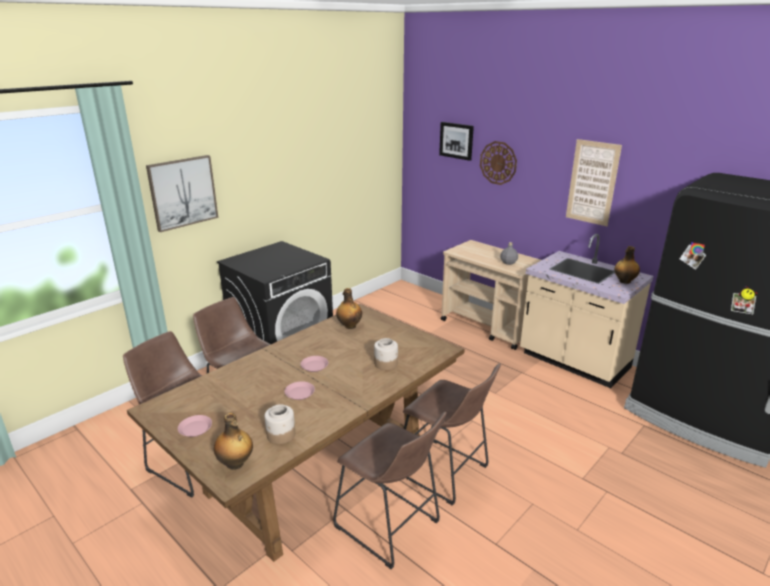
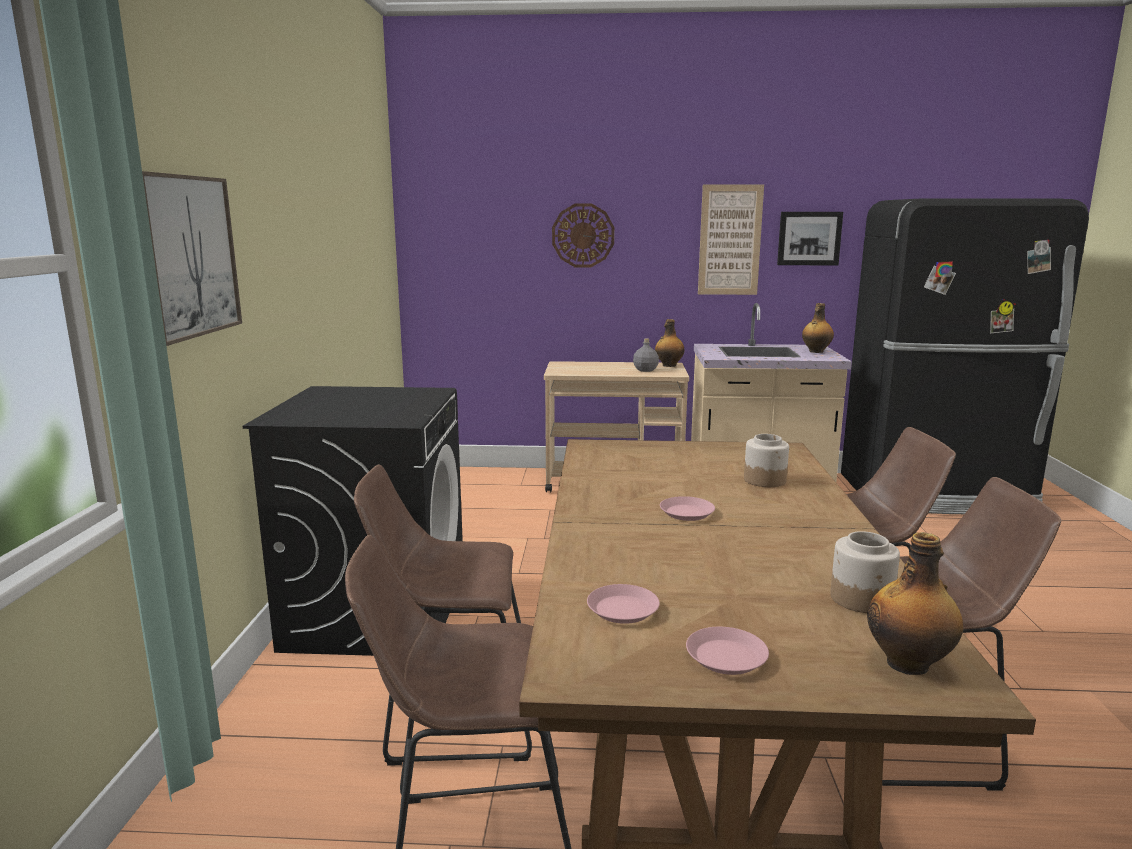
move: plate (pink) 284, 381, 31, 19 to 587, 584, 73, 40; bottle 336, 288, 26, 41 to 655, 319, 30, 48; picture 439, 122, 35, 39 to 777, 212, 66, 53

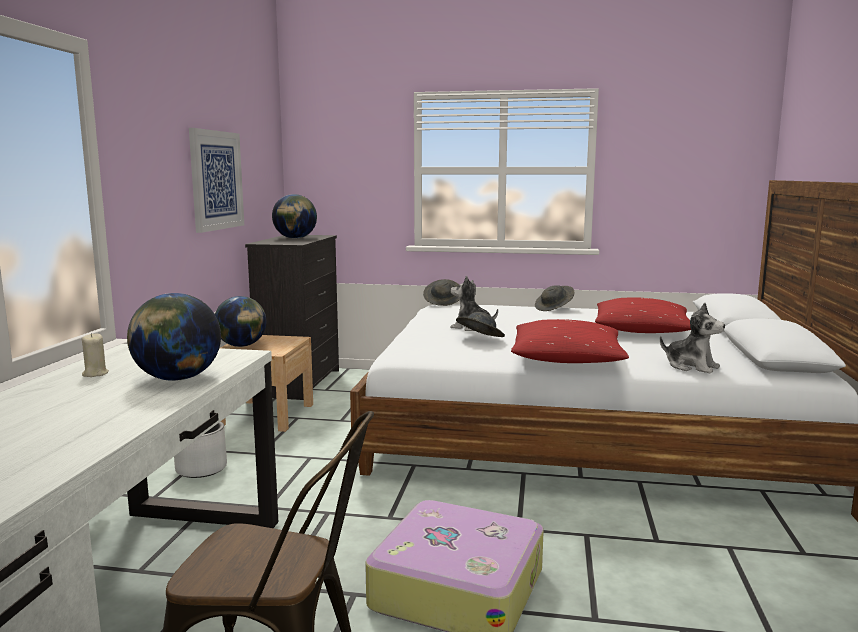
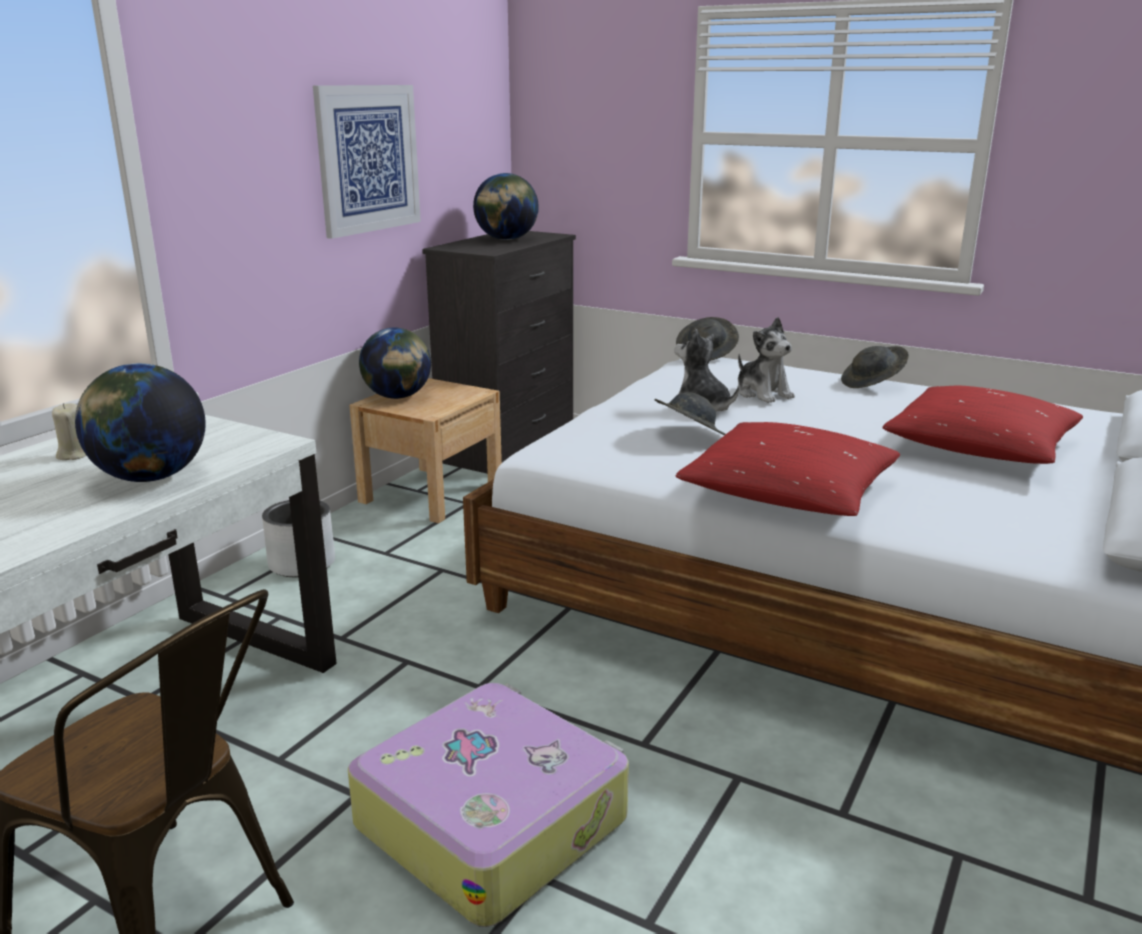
move: plush toy 660, 303, 65, 70 to 738, 317, 57, 86

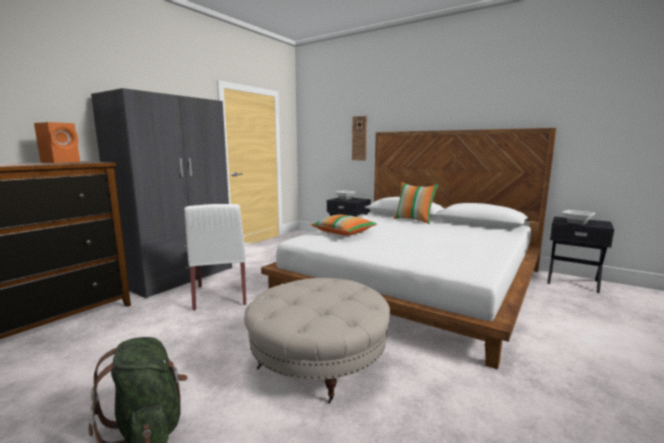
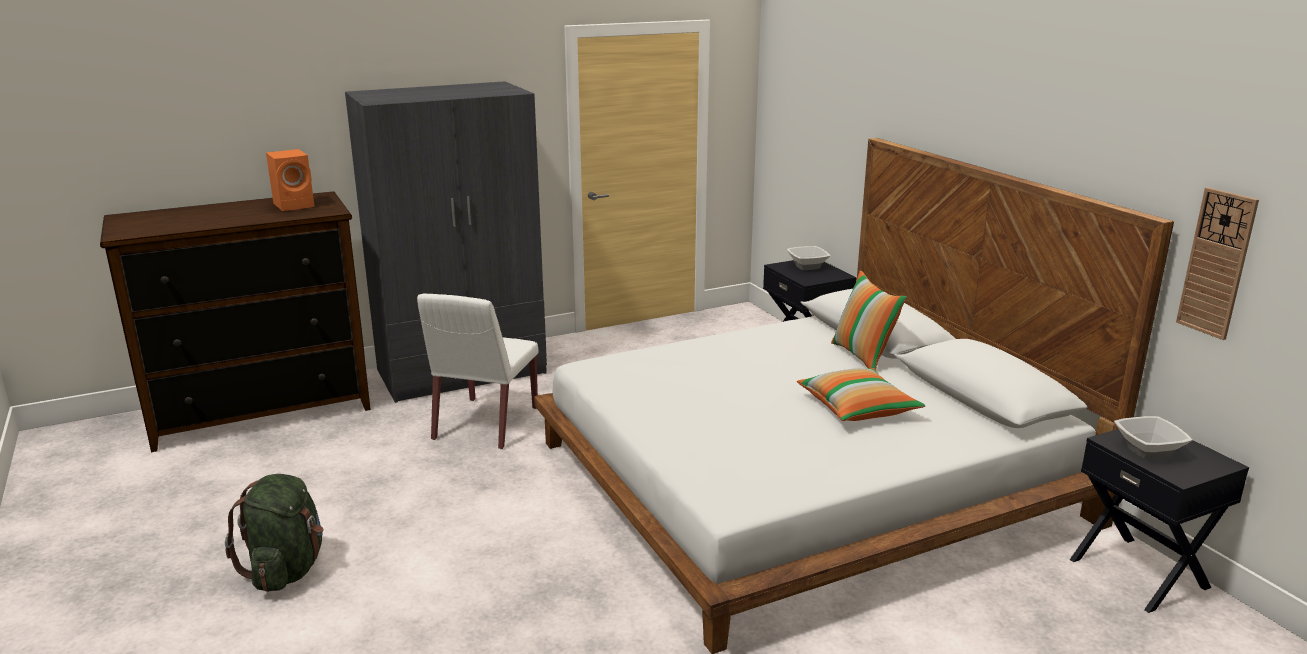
delete: ottoman (beige) 244, 278, 146, 126
move: pillow 311, 214, 66, 22 to 797, 368, 128, 53; wall clock 352, 116, 15, 45 to 1176, 187, 83, 153

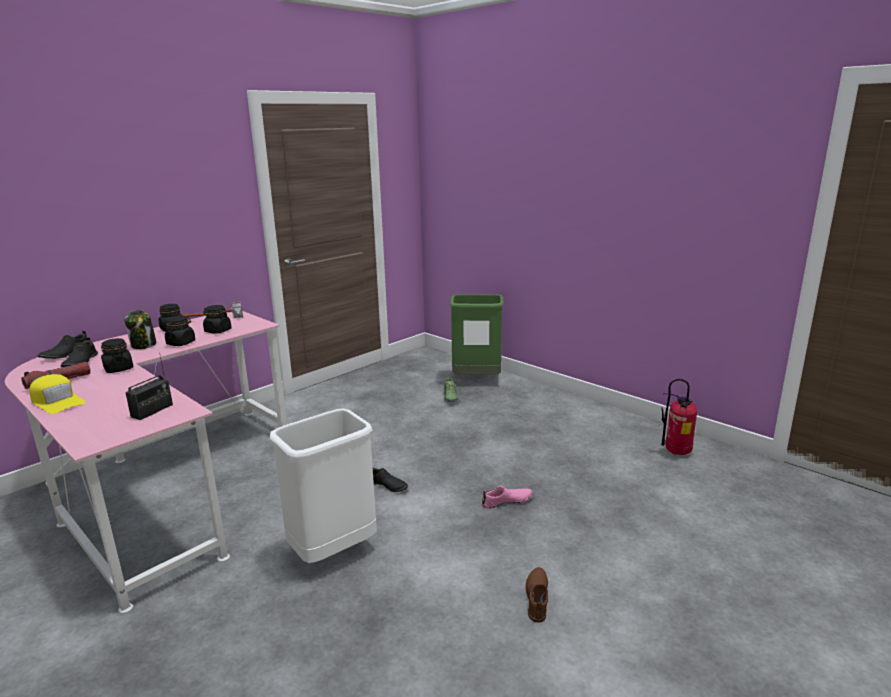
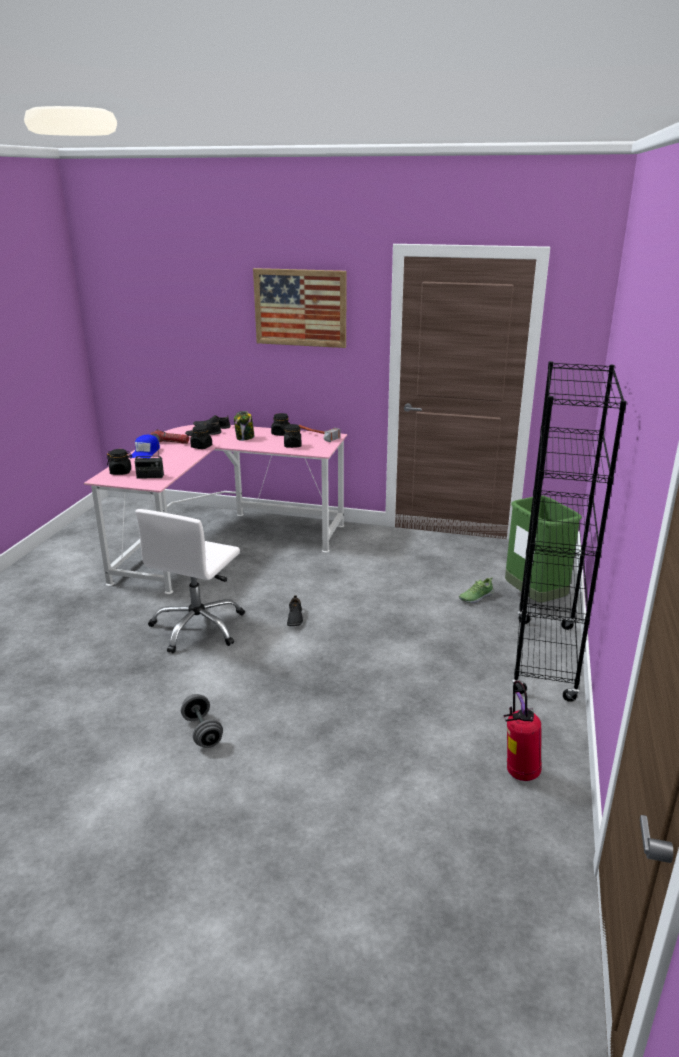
delete: shoe (pink) 481, 485, 52, 24
insert: picture 253, 268, 93, 80; bookcase (black) 512, 361, 115, 341
move: jar (black) 165, 316, 30, 30 to 107, 449, 25, 26
replace: trash can (white) 270, 409, 107, 154 to office chair (white) 135, 509, 110, 144; shoe (brown) 525, 567, 23, 55 to dumbbell (grey) 181, 694, 42, 54
recolor: cap (yellow) 29, 374, 57, 40 to cap (blue) 131, 435, 29, 23

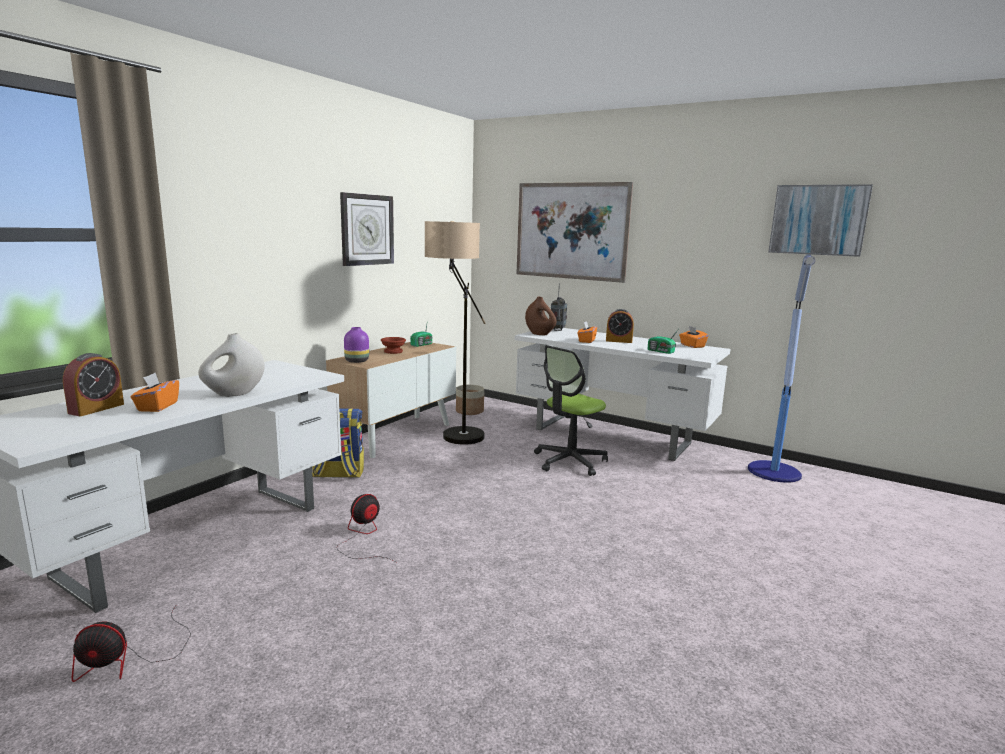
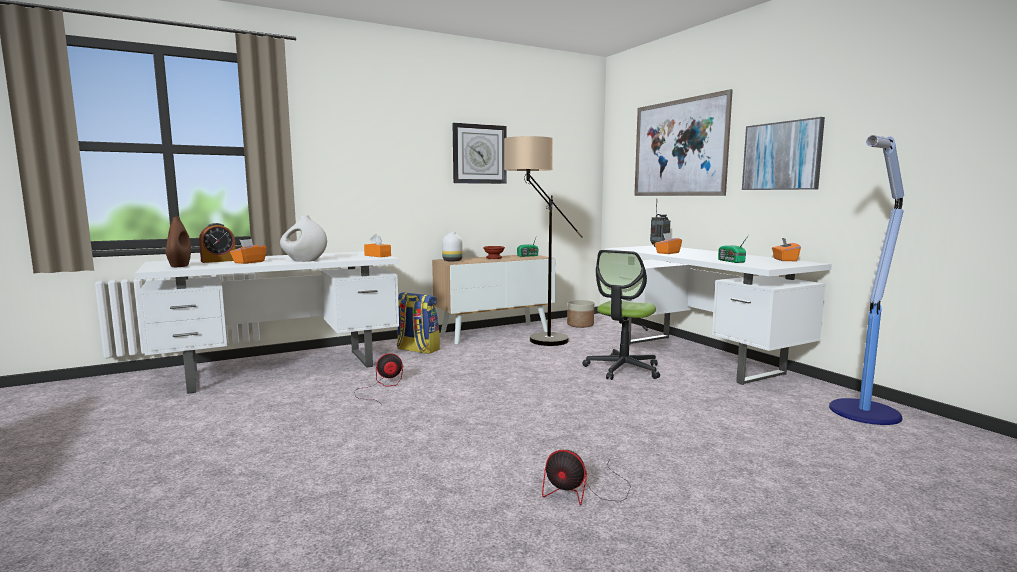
delete: alarm clock 606, 309, 28, 34
insert: tissue box (orange) 364, 234, 27, 23
move: fan 72, 606, 119, 76 to 542, 450, 89, 55; vase (brown) 525, 297, 32, 38 to 166, 217, 25, 50; picture 768, 184, 105, 73 to 742, 117, 83, 73
recolor: vase (purple) 344, 327, 25, 36 to vase (white) 442, 232, 21, 30
rotate: office chair 534, 345, 74, 131 = 582, 250, 78, 130 45 degrees counterclockwise

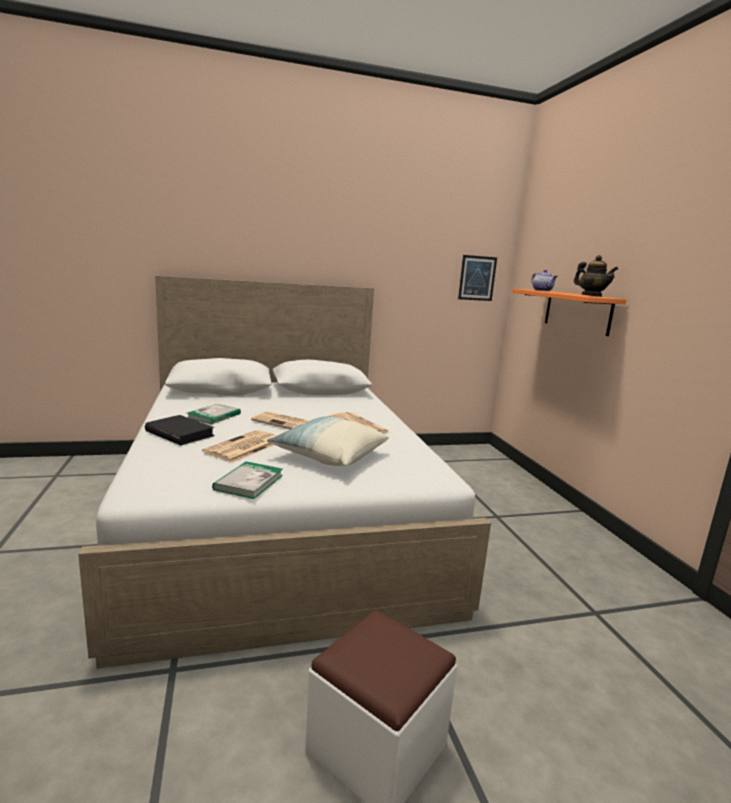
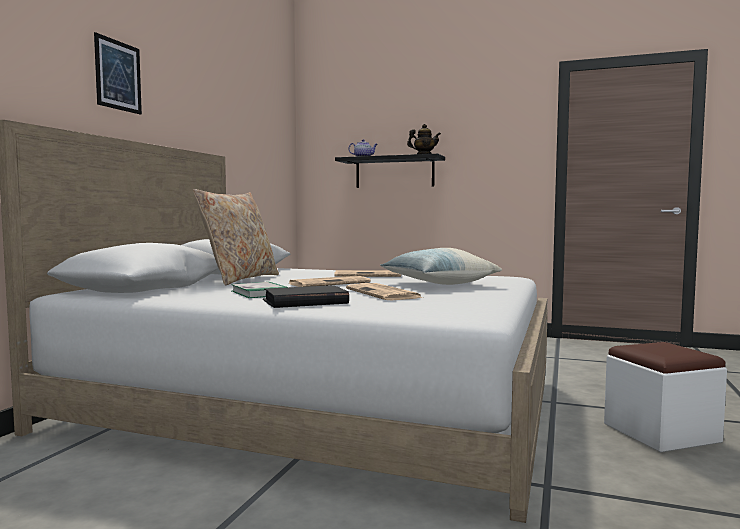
delete: book 212, 462, 71, 37
insert: pillow (beige) 193, 189, 86, 96
move: picture 458, 255, 39, 46 to 94, 32, 48, 83
recolor: shelf (orange) 512, 289, 114, 47 to shelf (black) 335, 154, 110, 34

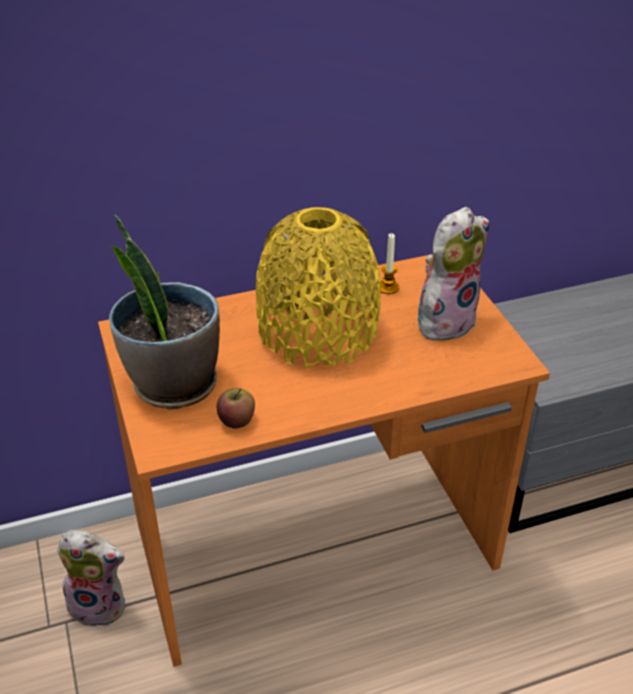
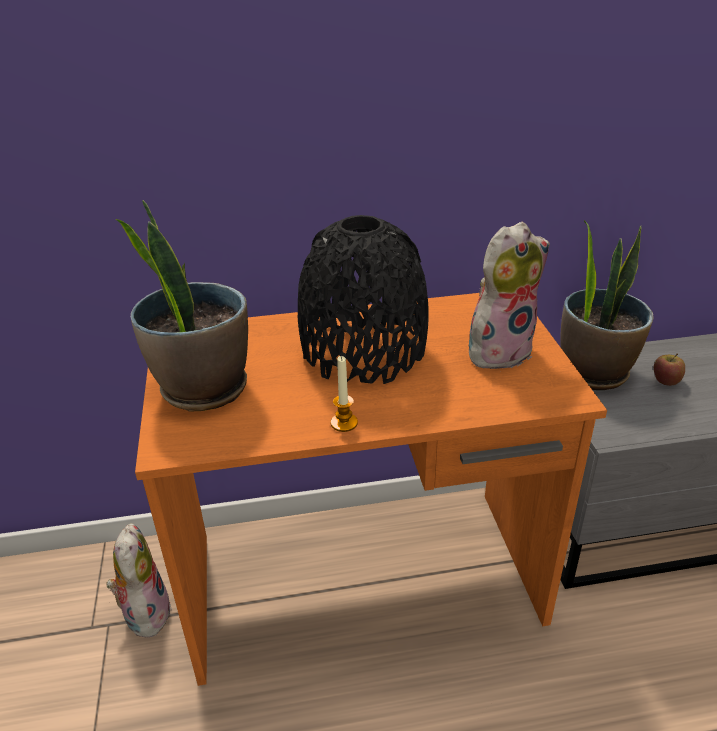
insert: potted plant 560, 220, 93, 170
move: apple 217, 388, 38, 41 to 654, 354, 31, 32; candle 380, 233, 19, 61 to 331, 356, 27, 76
recolor: vase (yellow) 255, 207, 126, 161 to vase (black) 298, 215, 131, 169
rotate: plush toy 57, 530, 68, 97 = 106, 523, 66, 115 120 degrees counterclockwise

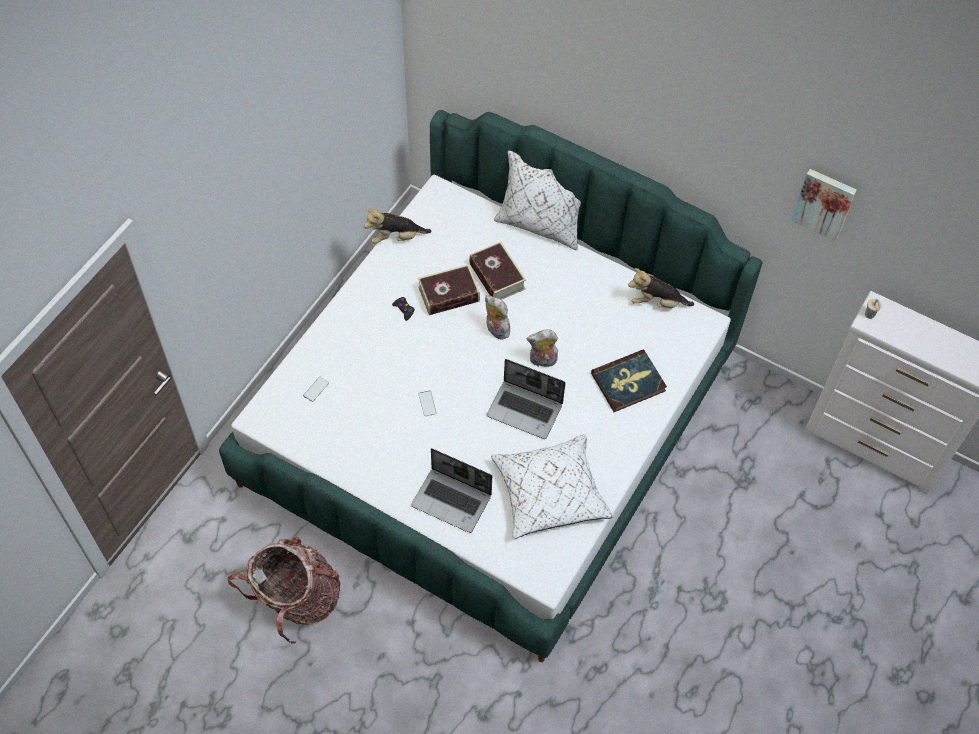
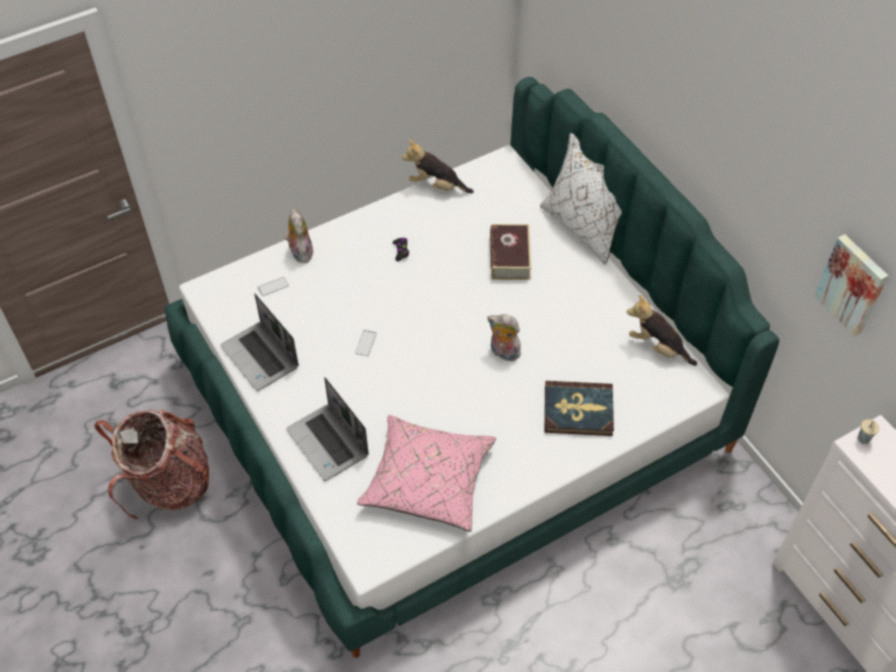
delete: book 418, 264, 62, 51
move: plush toy 485, 295, 26, 45 to 285, 209, 28, 54; laptop 487, 359, 79, 80 to 220, 294, 79, 97
recolor: pillow (white) 491, 434, 123, 105 to pillow (pink) 357, 415, 139, 117

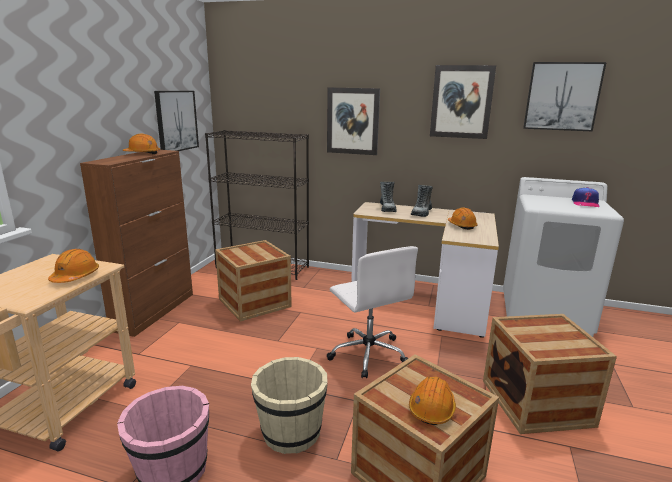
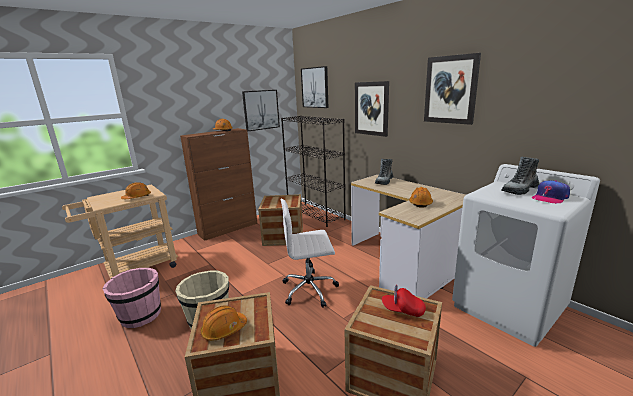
insert: cap (red) 382, 285, 44, 32
move: boot 411, 185, 22, 32 to 501, 156, 38, 39; picture 523, 62, 84, 69 to 301, 66, 27, 42
rotate: office chair (white) 327, 246, 91, 132 = 281, 199, 58, 109 75 degrees clockwise

